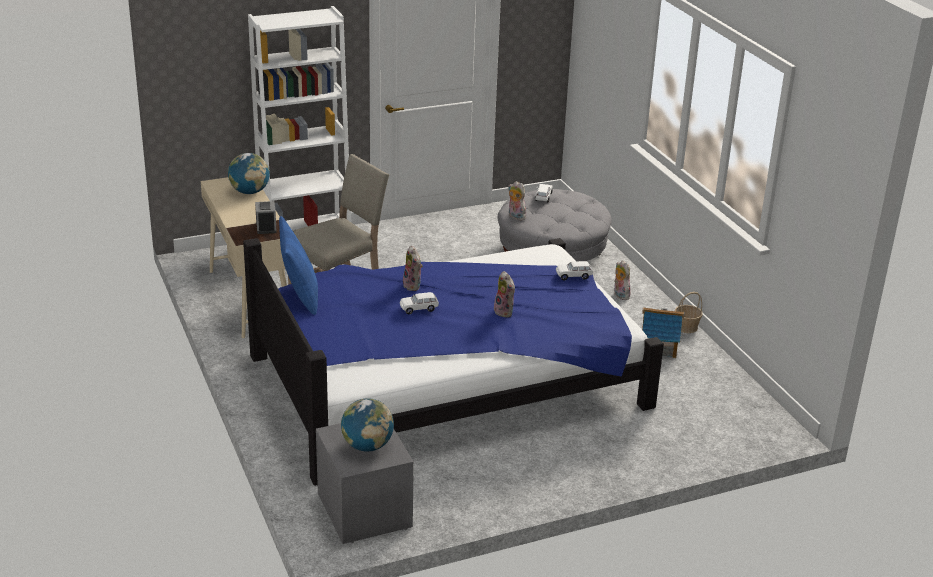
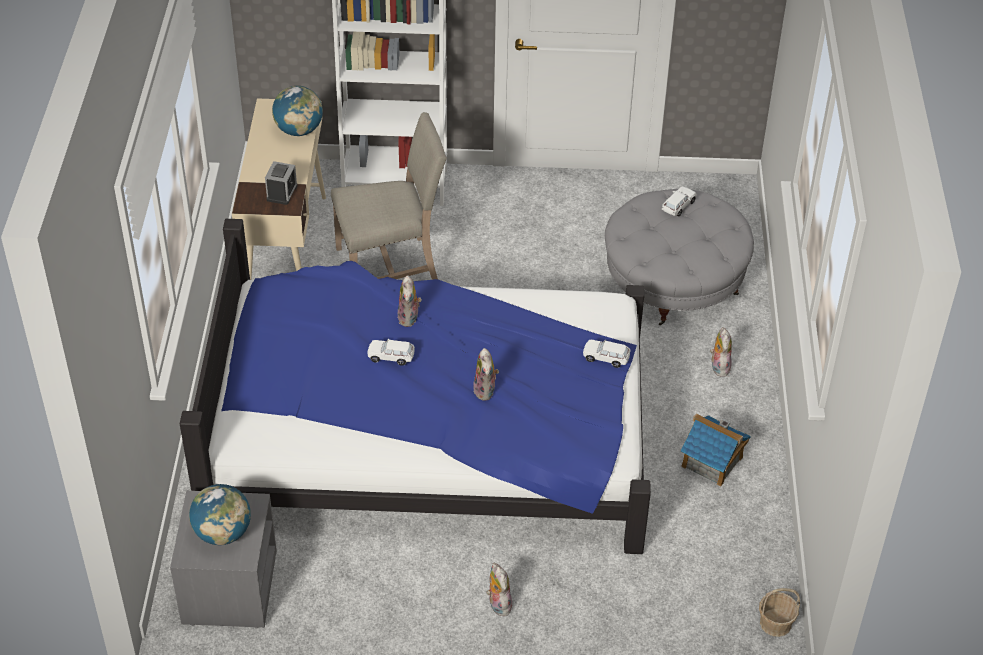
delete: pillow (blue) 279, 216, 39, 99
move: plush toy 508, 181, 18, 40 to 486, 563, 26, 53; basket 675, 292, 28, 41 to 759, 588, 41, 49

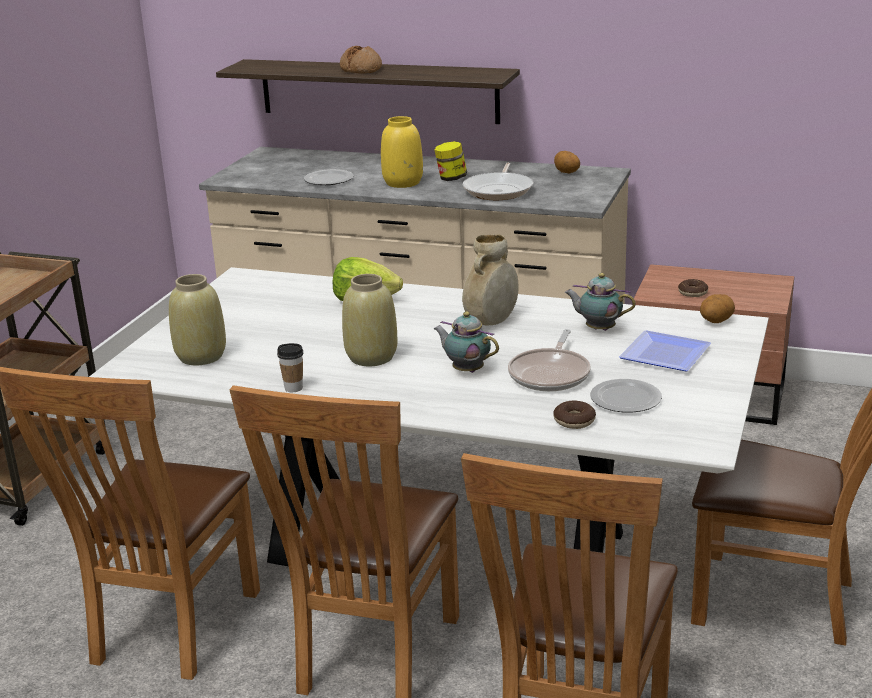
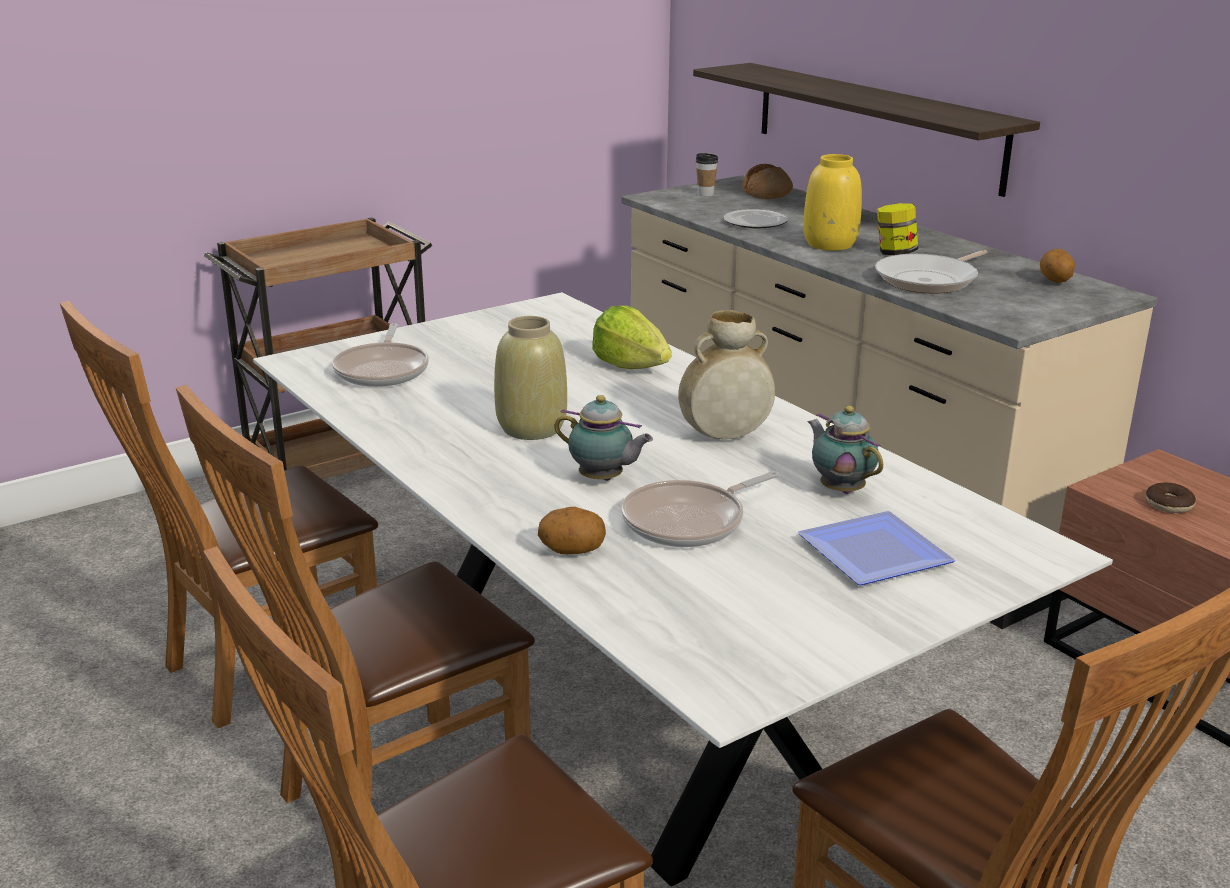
delete: donut 553, 400, 43, 29; plate 590, 379, 72, 34
move: cup 277, 343, 26, 49 to 696, 153, 22, 43; bread 340, 46, 42, 28 to 742, 164, 51, 35; potato 700, 294, 35, 29 to 538, 507, 68, 47
replace: vase (beige) 169, 274, 57, 91 to frying pan 332, 323, 97, 64
rotate: teapot 433, 312, 66, 61 = 554, 395, 99, 86 135 degrees clockwise

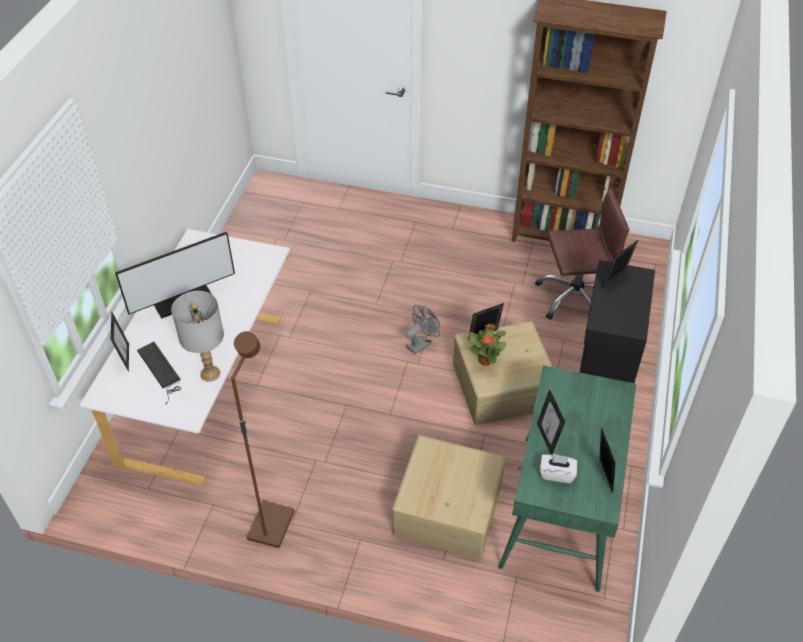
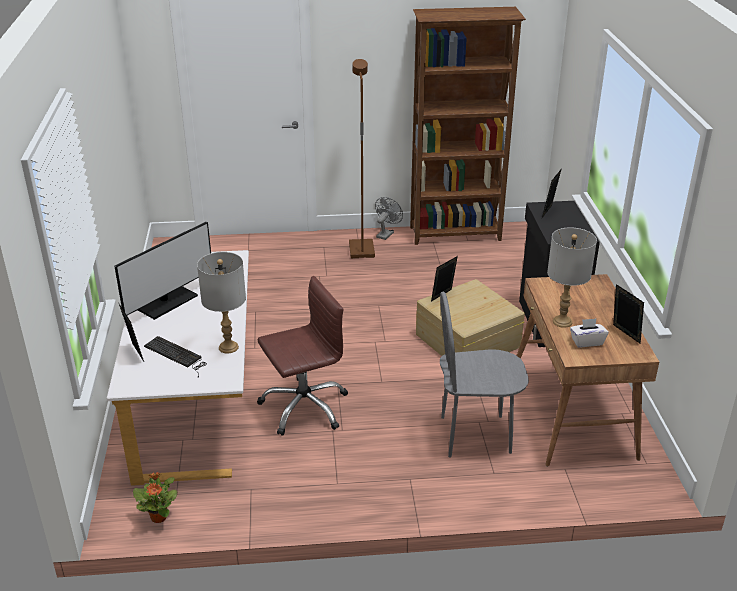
move: floor lamp (brown) 231, 331, 64, 217 to 349, 59, 26, 199; fan (grey) 406, 305, 34, 49 to 375, 197, 28, 43; potted plant 469, 324, 37, 42 to 133, 472, 45, 51; office chair (brown) 535, 189, 95, 131 to 257, 276, 91, 160
replace: storage box (beige) 392, 435, 114, 124 to chair (grey) 440, 292, 89, 166; picture frame 537, 389, 28, 66 to table lamp (grey) 547, 227, 50, 101
recolor: desk (green) 499, 365, 137, 227 to desk (brown) 517, 274, 142, 193

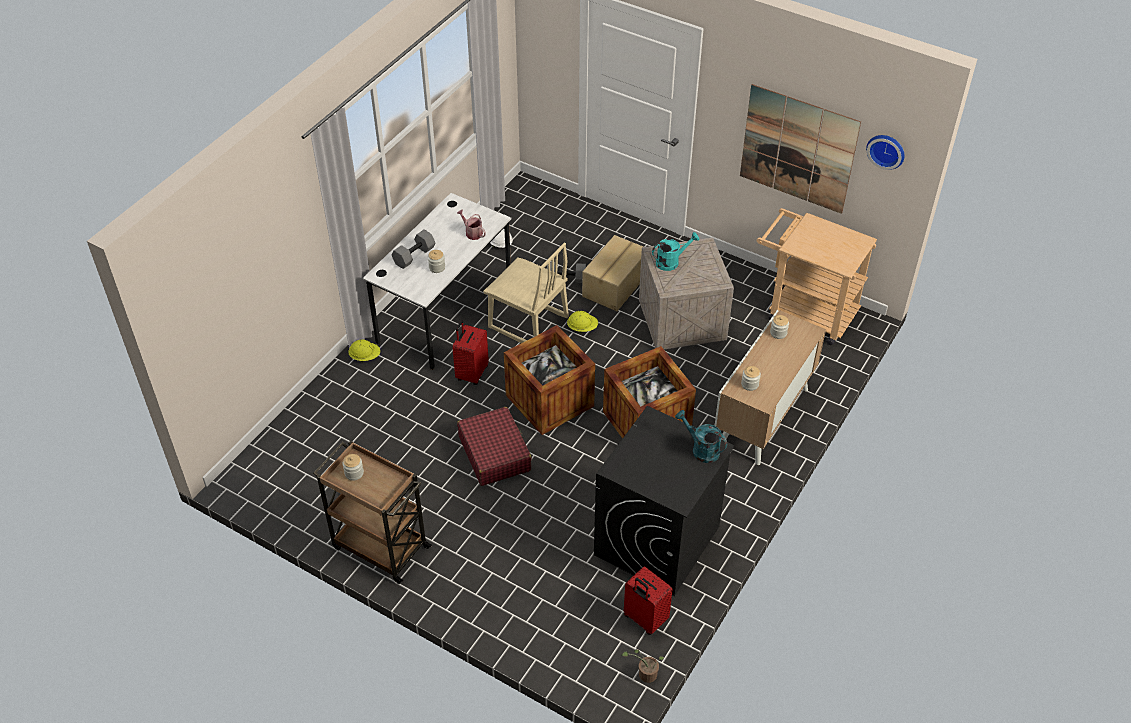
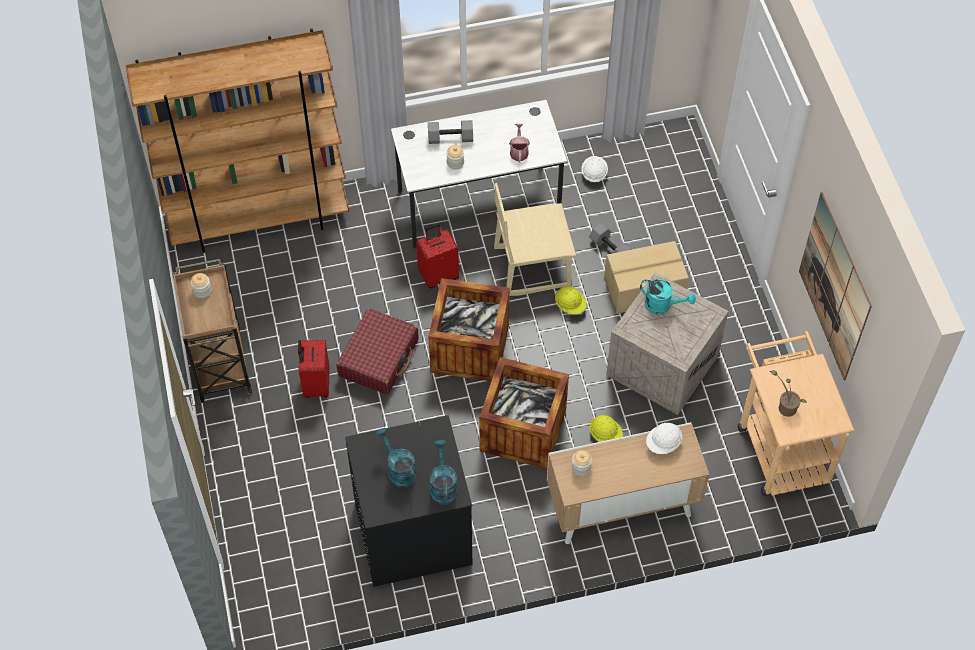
delete: wall clock 866, 135, 39, 35
insert: bookcase (brown) 125, 28, 225, 225; watering can (turquoise) 376, 428, 40, 60
move: hard hat (yellow) 348, 339, 33, 23 to 589, 415, 34, 27; potted plant 621, 649, 44, 34 to 770, 370, 37, 47; suitcase (red) 624, 566, 48, 69 to 298, 340, 32, 58
replace: jar 770, 315, 19, 24 to hard hat (white) 646, 423, 36, 31
rotate: chair (beige) 483, 243, 86, 100 = 494, 183, 82, 113 90 degrees clockwise

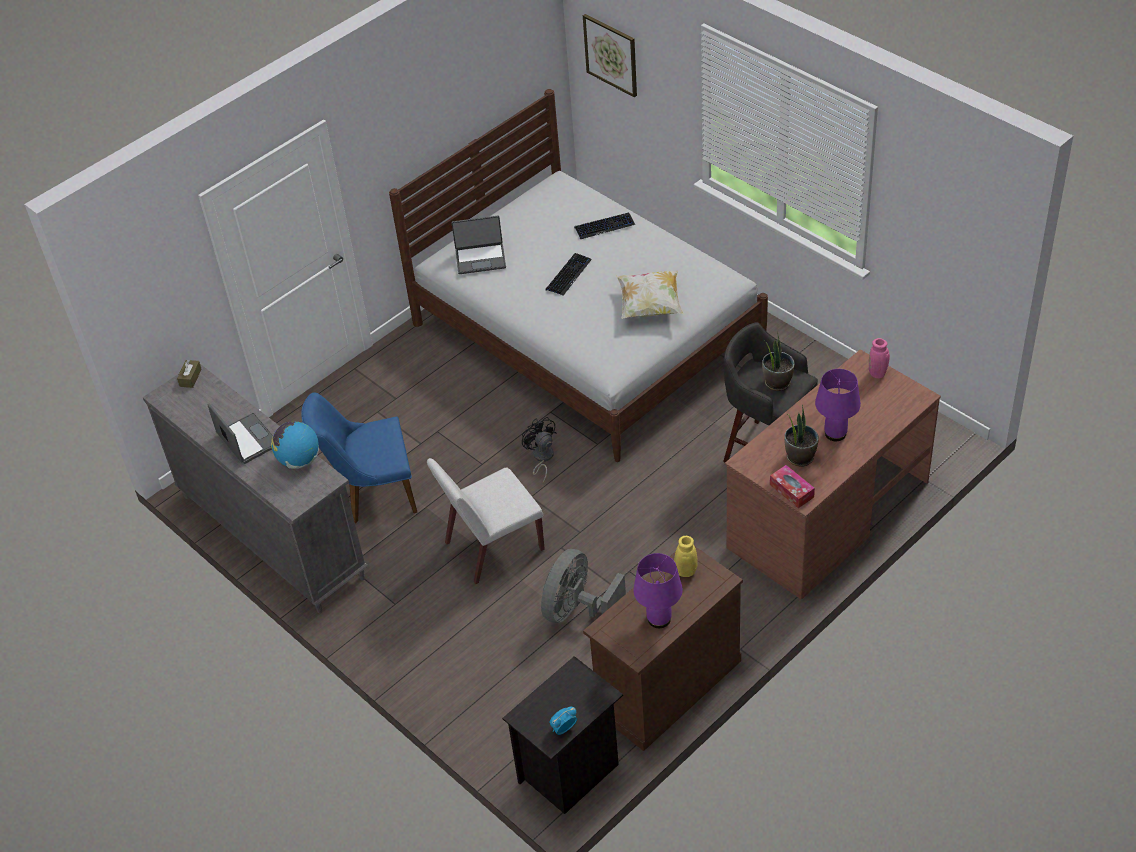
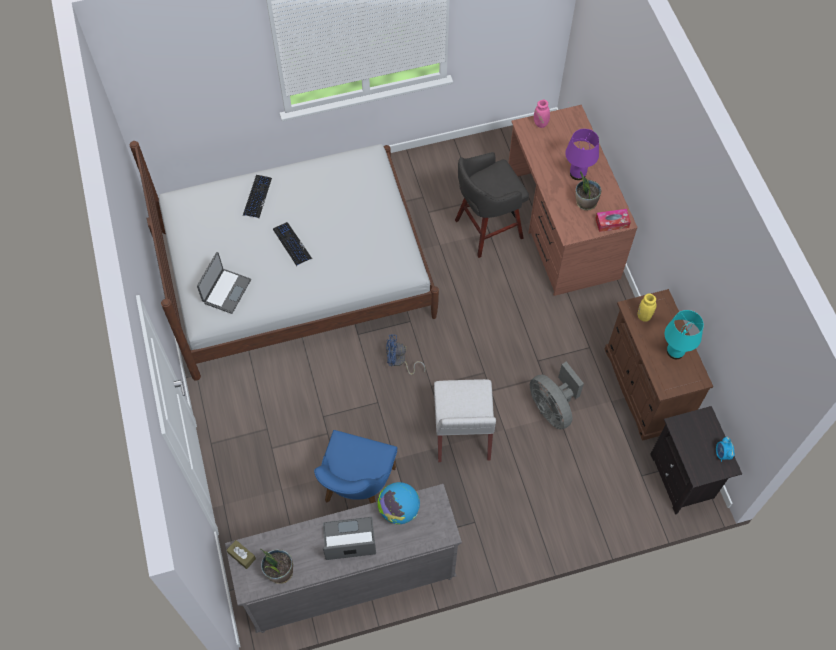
delete: picture 583, 14, 54, 83; pillow 616, 271, 68, 48
move: potted plant 762, 332, 33, 59 to 261, 549, 32, 35
recolor: fan (black) 522, 417, 35, 66 to fan (blue) 386, 334, 40, 41; table lamp (purple) 633, 553, 50, 75 to table lamp (turquoise) 665, 310, 39, 49

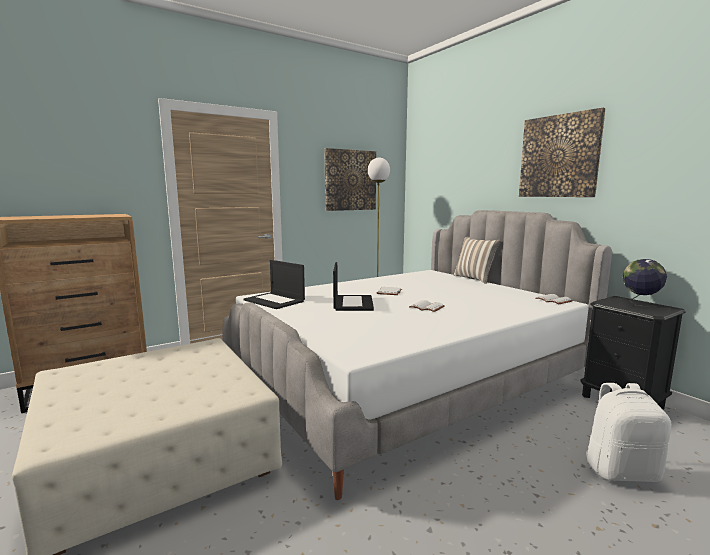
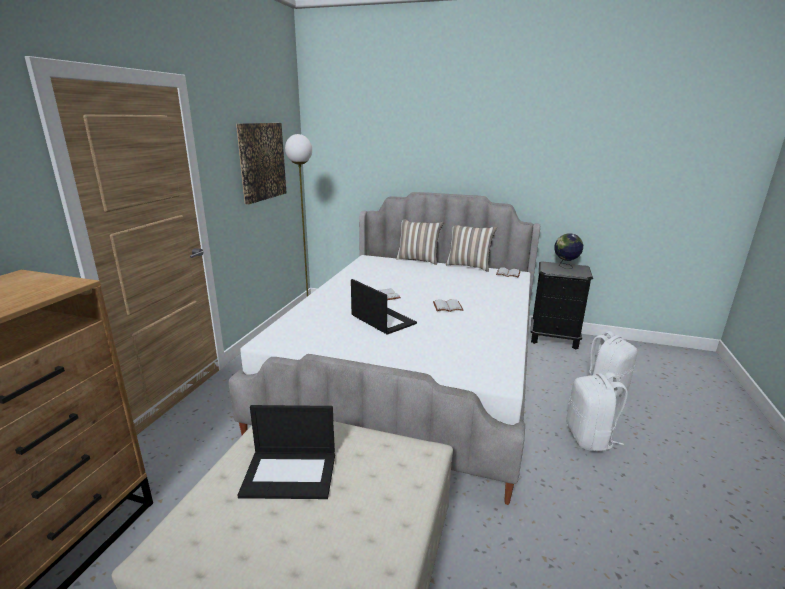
delete: picture 519, 108, 87, 89
insert: pillow 446, 225, 51, 47; backpack (white) 566, 372, 62, 80
move: laptop 243, 260, 62, 49 to 237, 405, 98, 94

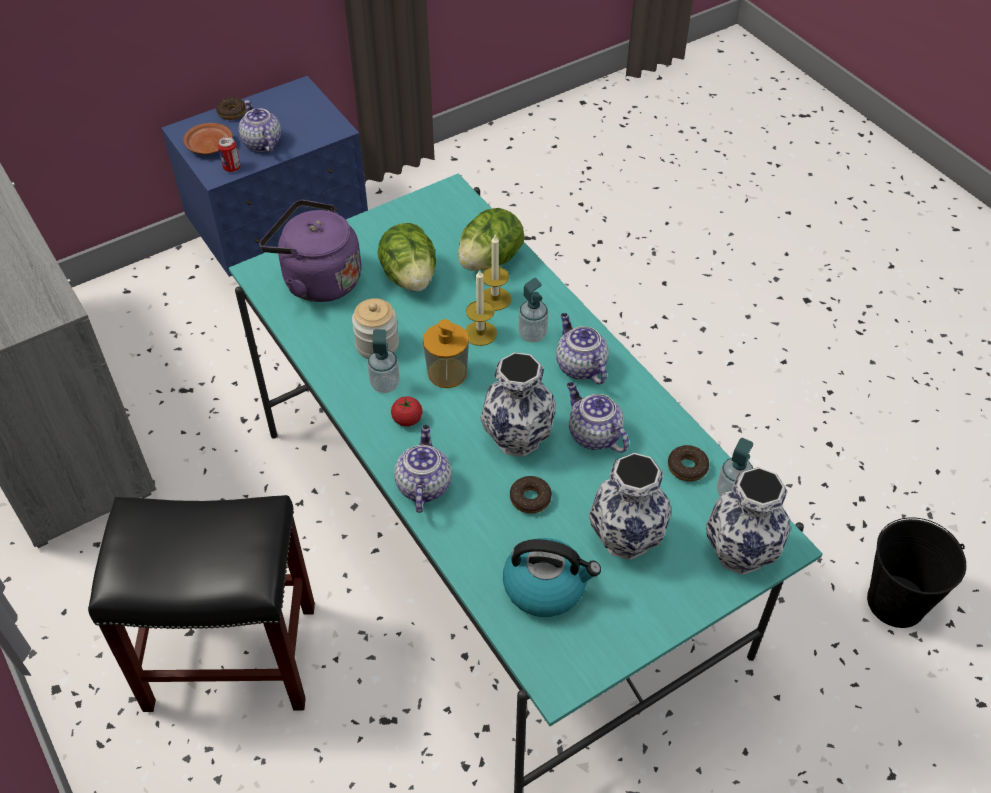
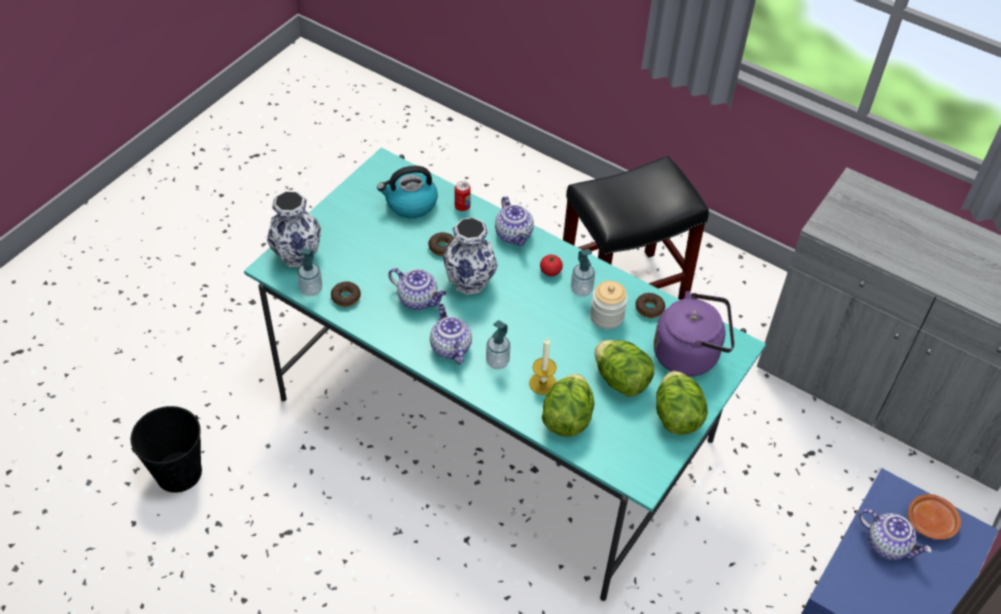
delete: soap dispenser 423, 319, 46, 69; candle 465, 269, 32, 77; vase 589, 453, 83, 107
insert: lettuce 656, 371, 52, 64
move: donut 216, 97, 30, 23 to 635, 293, 30, 25; can 218, 137, 23, 35 to 455, 181, 16, 30
rotate: teapot 556, 313, 53, 71 = 430, 304, 42, 61 150 degrees counterclockwise

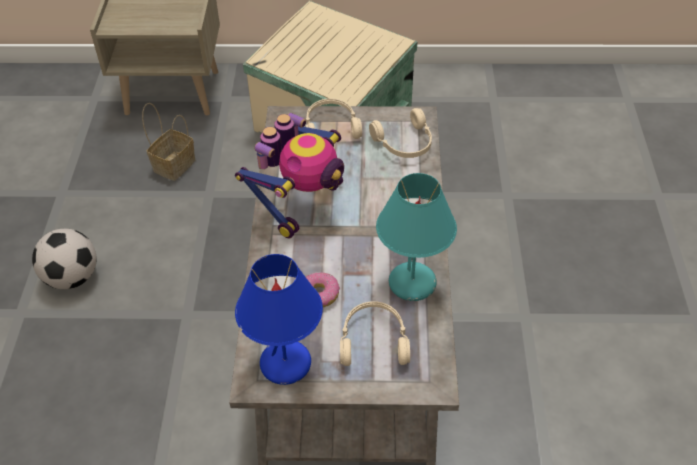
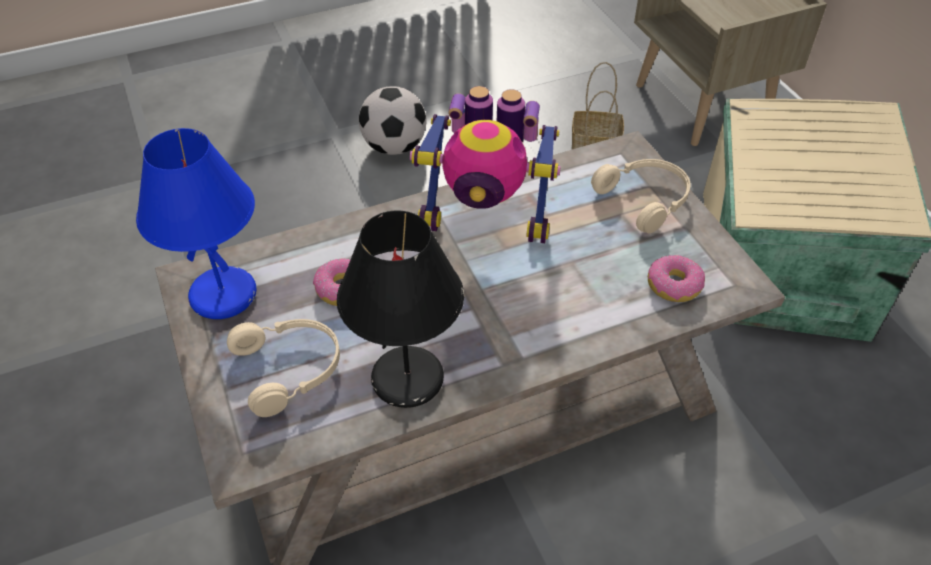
replace: headphones (beige) 369, 108, 63, 50 to donut 648, 255, 57, 47
recolor: table lamp (turquoise) 376, 173, 81, 128 to table lamp (black) 337, 210, 127, 198

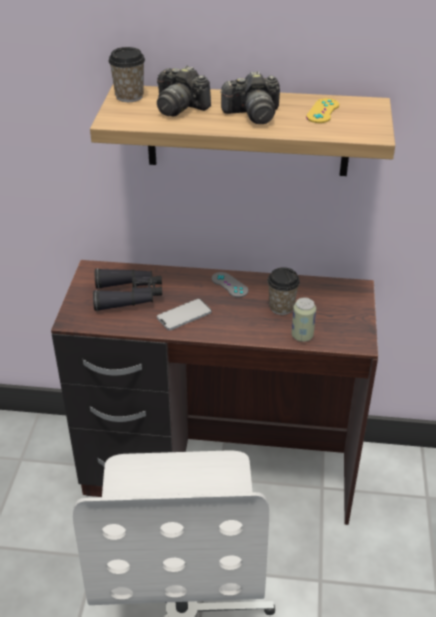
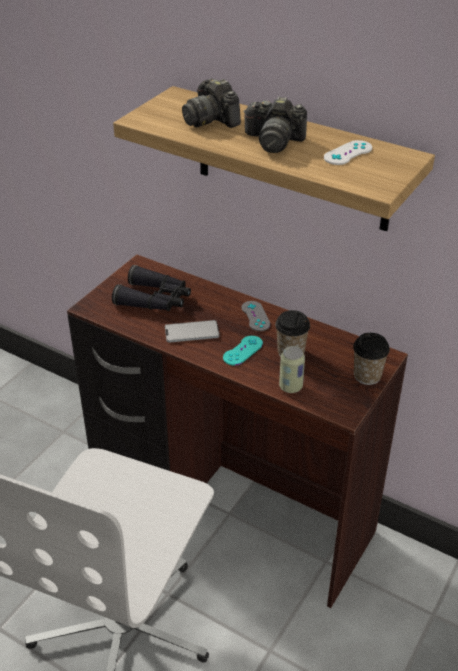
insert: game controller (turquoise) 223, 336, 40, 30
move: cup 108, 47, 37, 55 to 353, 333, 37, 52
recolor: game controller (yellow) 306, 98, 33, 25 to game controller (white) 324, 140, 48, 25

